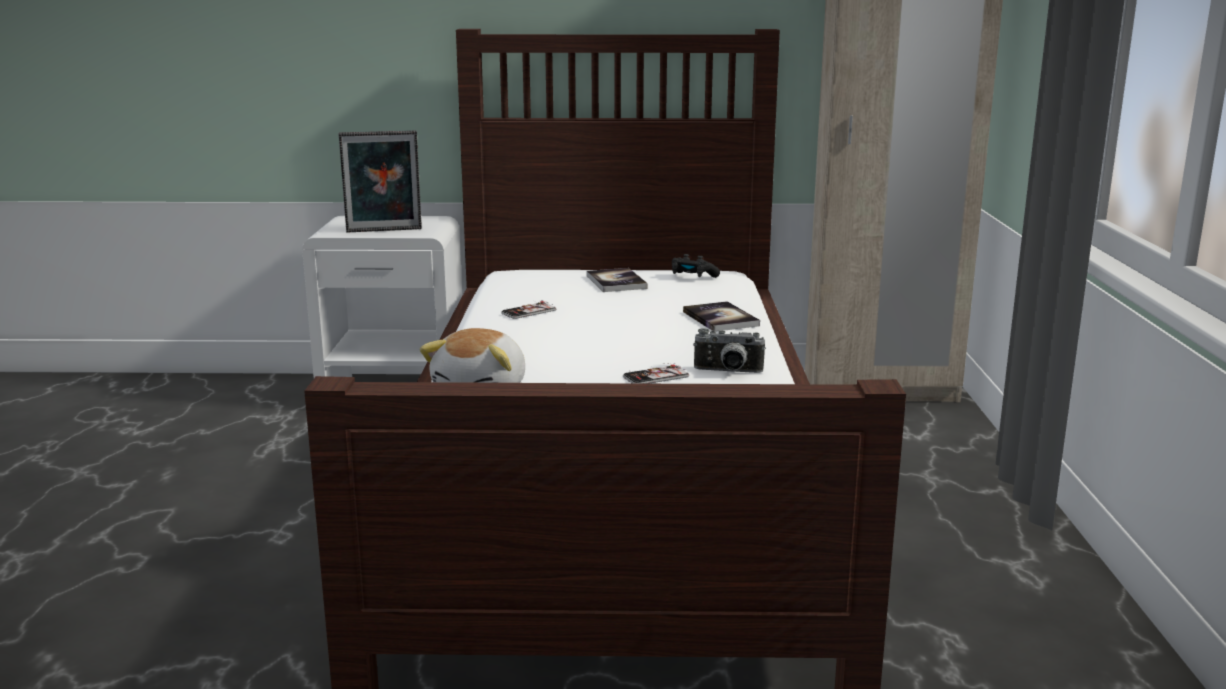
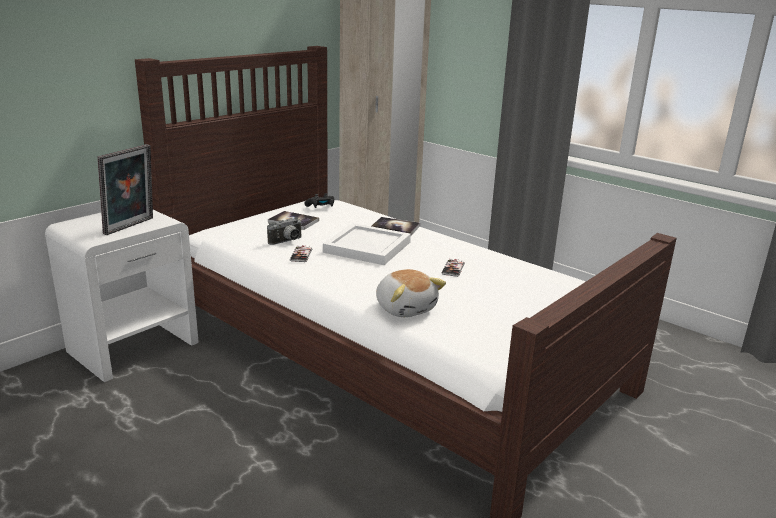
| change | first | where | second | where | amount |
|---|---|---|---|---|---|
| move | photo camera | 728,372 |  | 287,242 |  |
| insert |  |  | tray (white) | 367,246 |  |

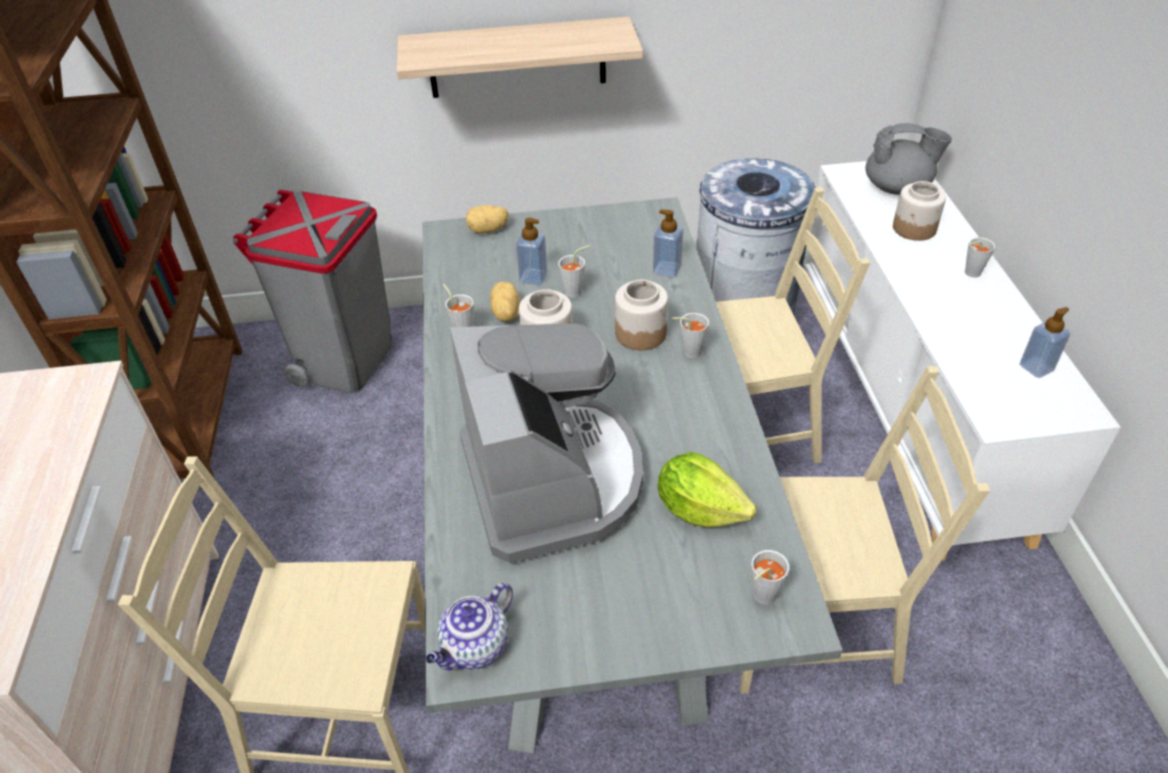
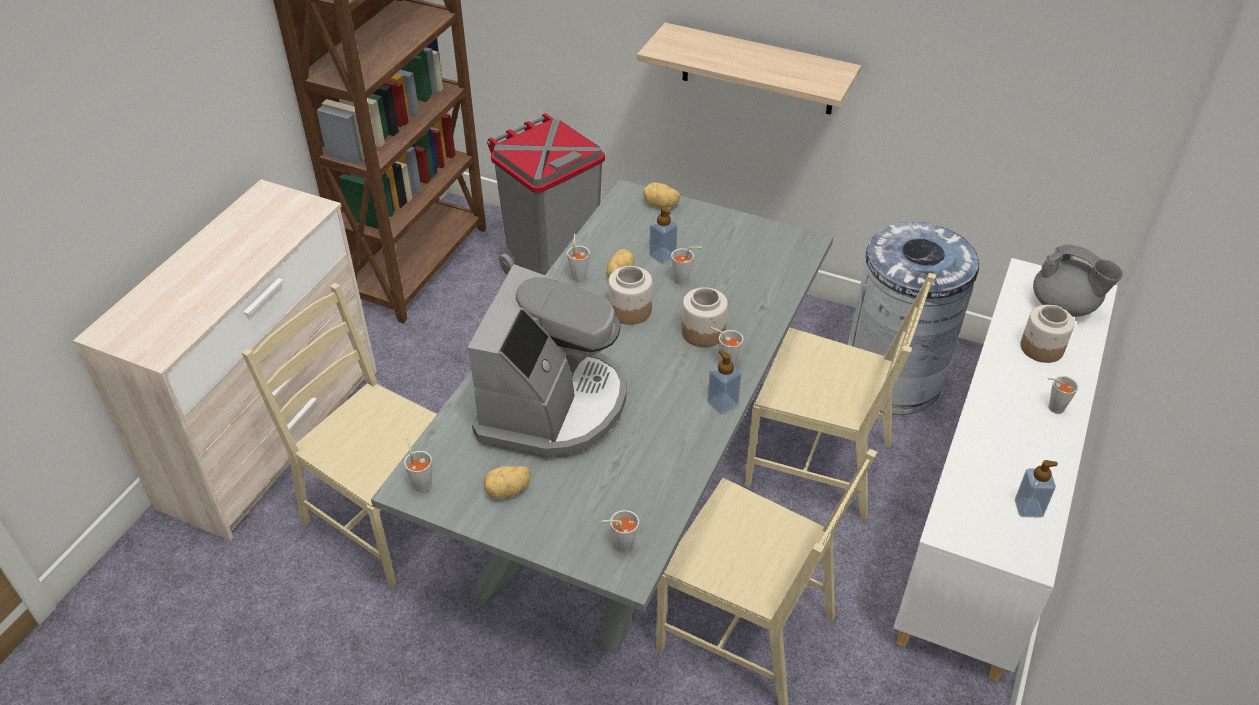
| change | first | where | second | where | amount |
|---|---|---|---|---|---|
| move | soap dispenser | 667,269 |  | 722,403 |  |
| delete | lettuce | 699,509 |  |  |  |
| replace | teapot | 475,648 | cup (grey) | 422,482 |  |
| insert |  |  | potato | 508,491 |  |

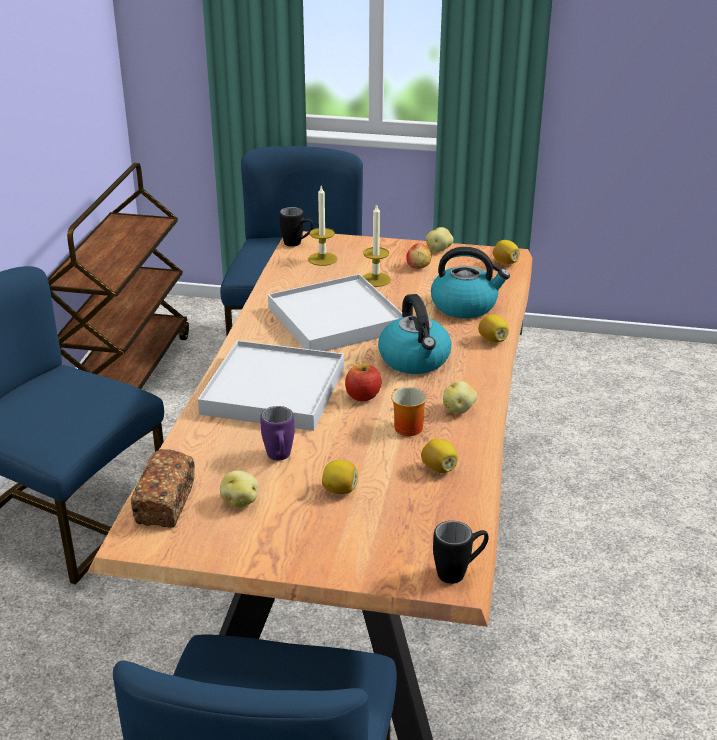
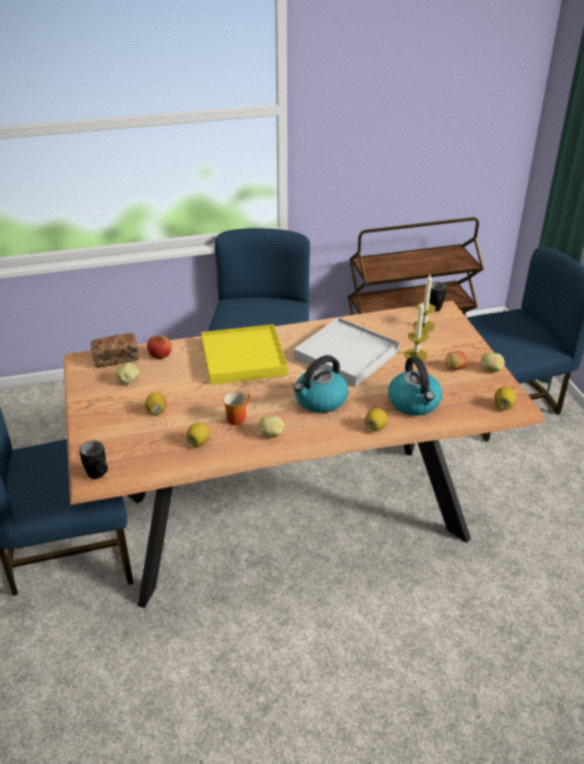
| change | first | where | second | where | amount |
|---|---|---|---|---|---|
| recolor | tray (white) | 274,390 | tray (yellow) | 243,358 |  |
| move | apple | 362,396 |  | 160,355 |  |
| delete | mug (purple) | 280,458 |  |  |  |

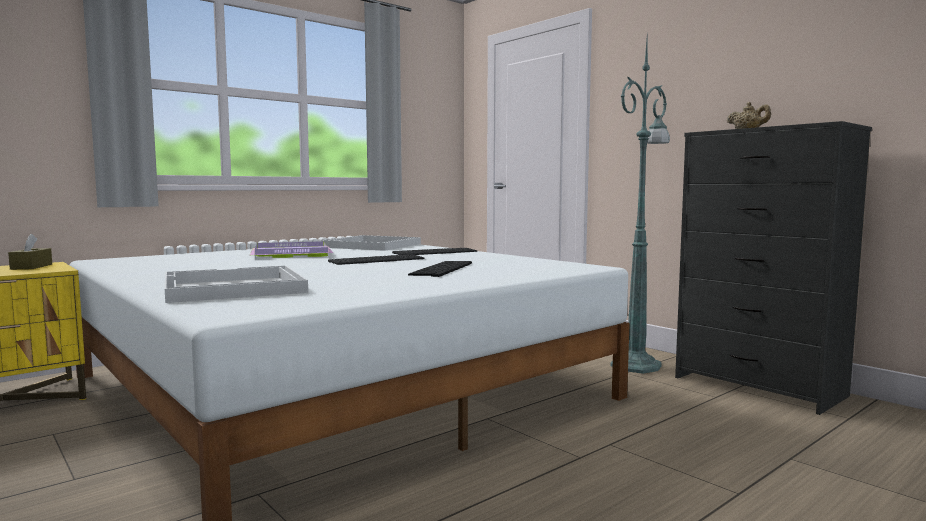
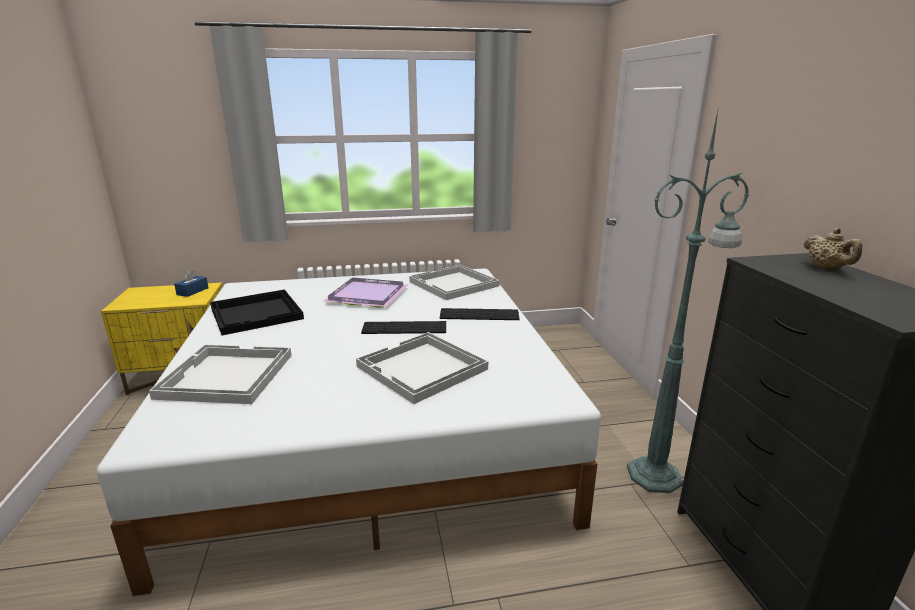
| change | first | where | second | where | amount |
|---|---|---|---|---|---|
| recolor | tissue box (brown) | 31,267 | tissue box (blue) | 192,291 |  |
| replace | keyboard | 443,269 | tray (white) | 421,368 |  |
| insert |  |  | tray (black) | 257,314 |  |

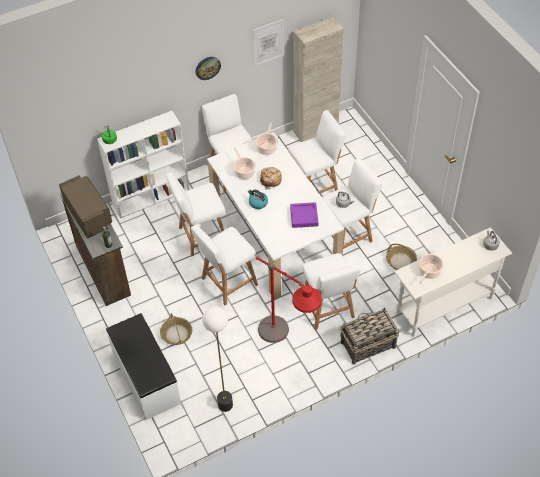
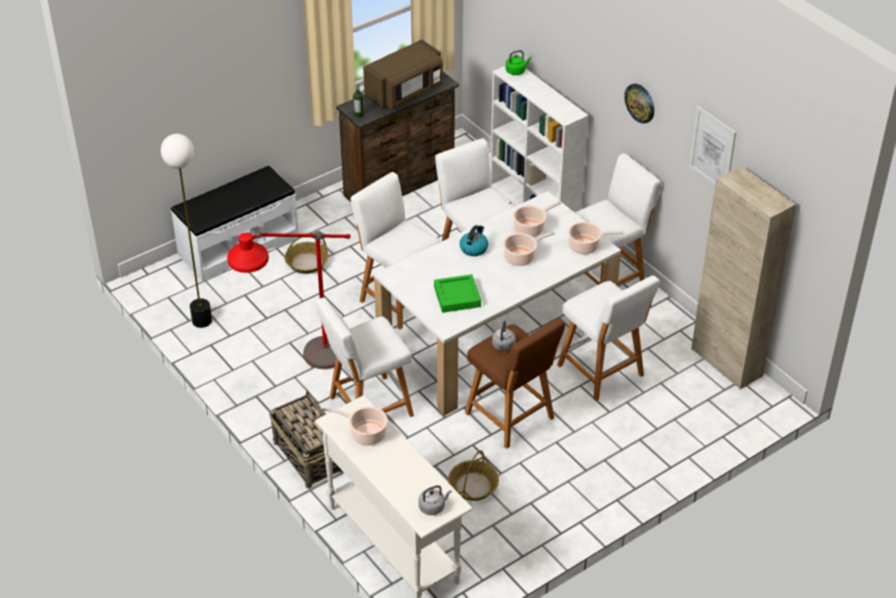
| change | first | where | second | where | amount |
|---|---|---|---|---|---|
| recolor | stool (white) | 347,235 | stool (brown) | 512,418 |  |
| replace | bread | 271,180 | cooking pot | 521,257 |  |
| recolor | tray (purple) | 304,217 | tray (green) | 457,297 |  |

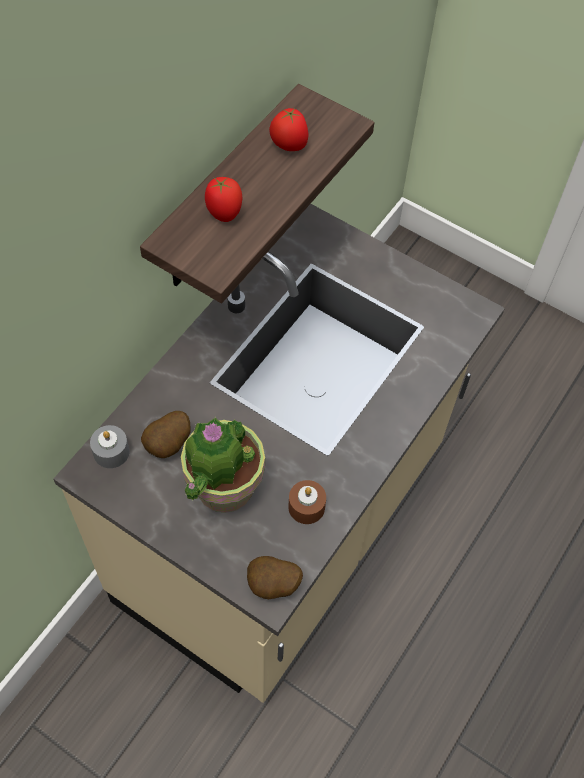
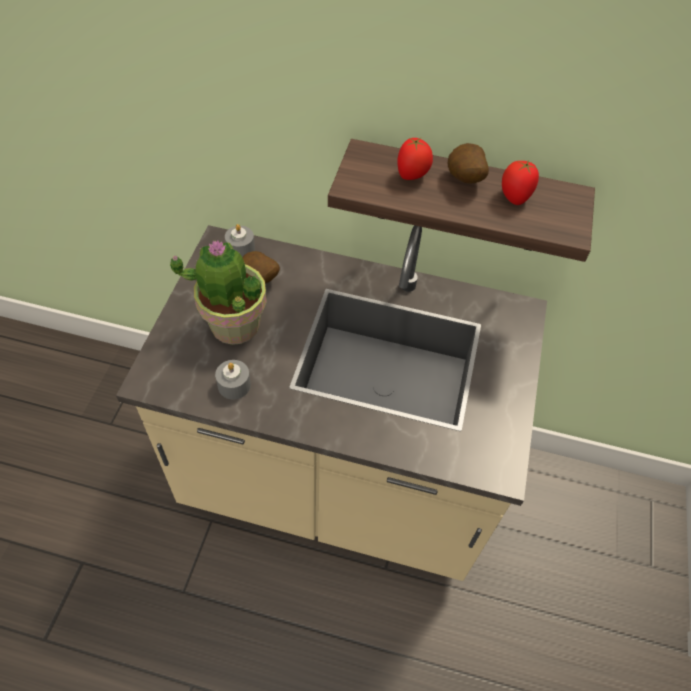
| change | first | where | second | where | amount |
|---|---|---|---|---|---|
| recolor | candle (brown) | 306,507 | candle (grey) | 234,385 |  |
| move | potato | 273,586 |  | 463,180 |  |

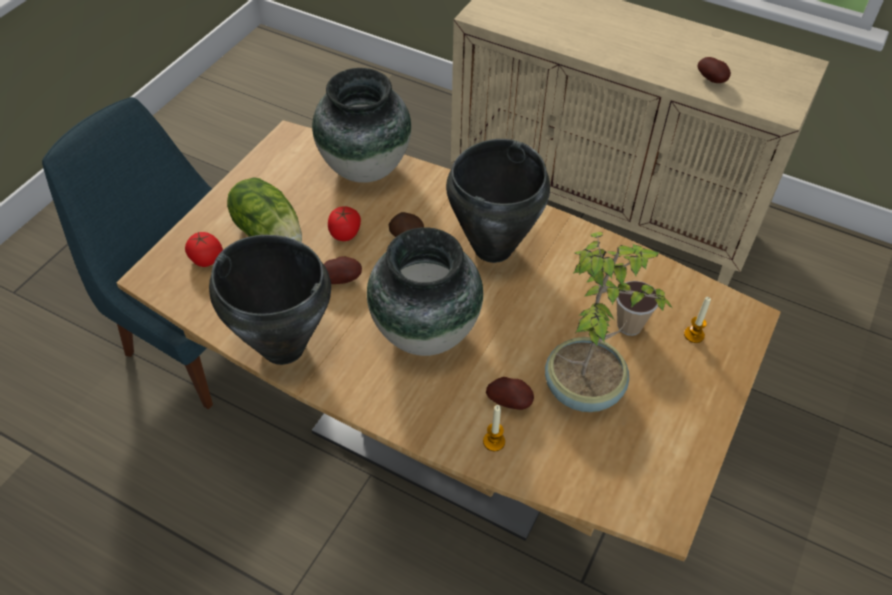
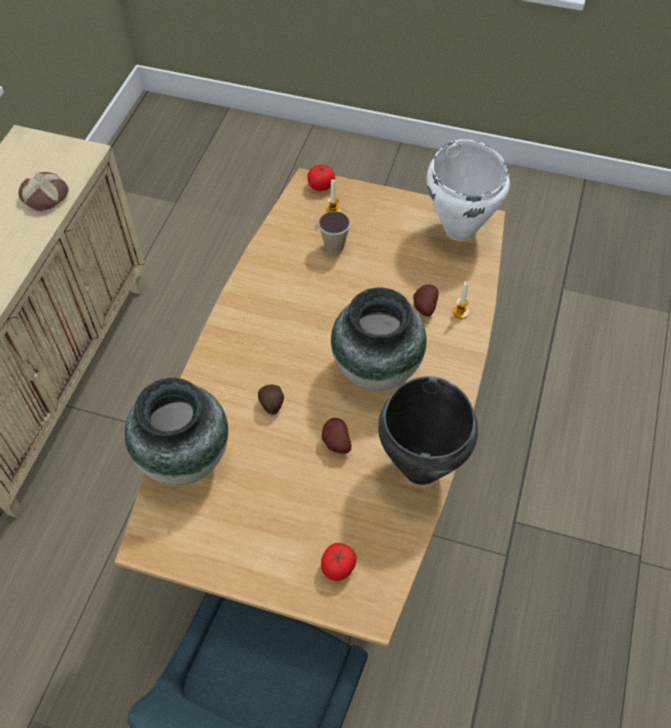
| change | first | where | second | where | amount |
|---|---|---|---|---|---|
| replace | potato | 712,80 | bread | 45,196 |  |
| delete | cooking pot (black) | 492,248 |  |  |  |
| delete | lettuce | 270,233 |  |  |  |
| move | tomato | 345,233 |  | 321,186 |  |
| delete | potted plant | 585,388 |  |  |  |
| insert |  |  | cooking pot (white) | 460,229 |  |

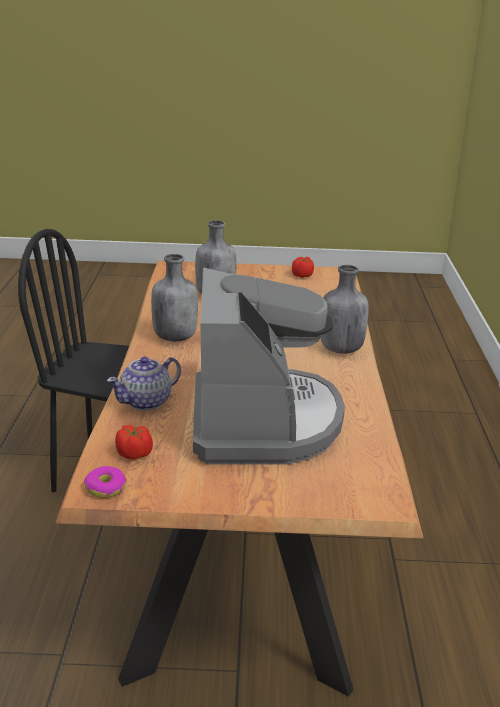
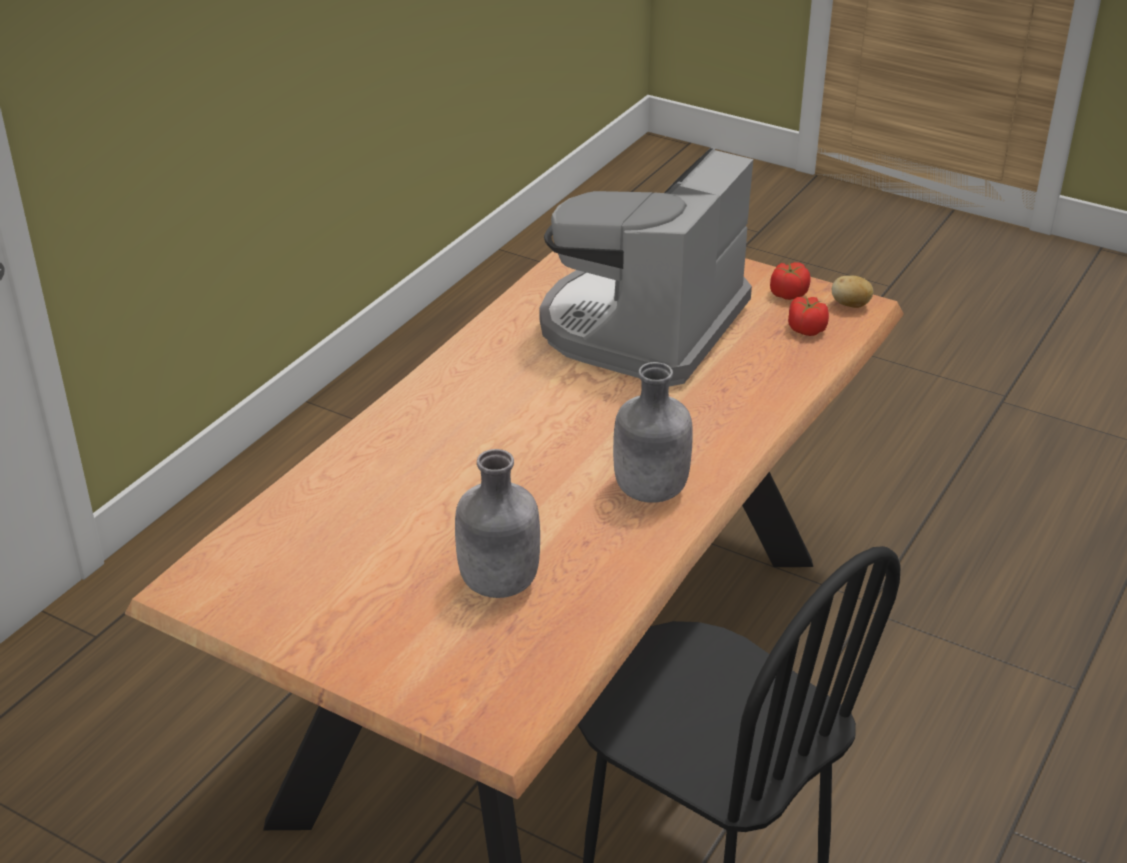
| change | first | where | second | where | amount |
|---|---|---|---|---|---|
| move | tomato | 302,275 |  | 788,294 |  |
| delete | bottle (grey) | 340,349 |  |  |  |
| delete | teapot | 146,402 |  |  |  |
| replace | donut | 105,488 | potato | 850,305 |  |

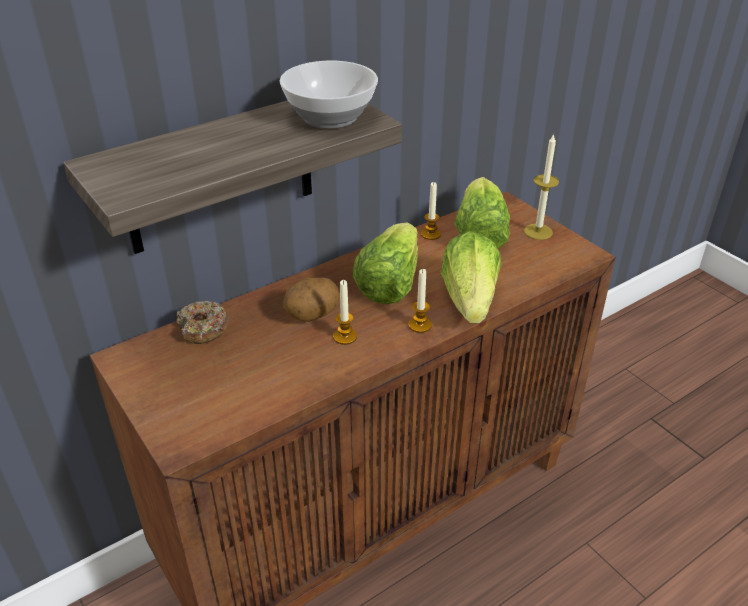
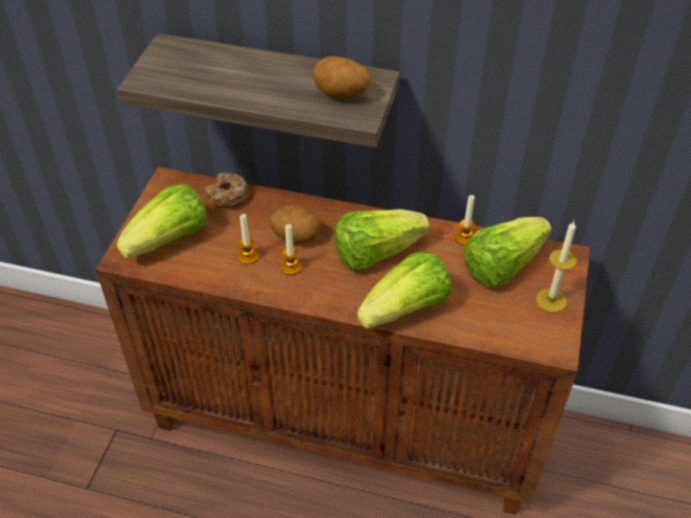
| change | first | where | second | where | amount |
|---|---|---|---|---|---|
| replace | bowl | 328,117 | potato | 341,95 |  |
| move | candle | 420,325 |  | 248,256 |  |
| insert |  |  | lettuce | 170,240 |  |

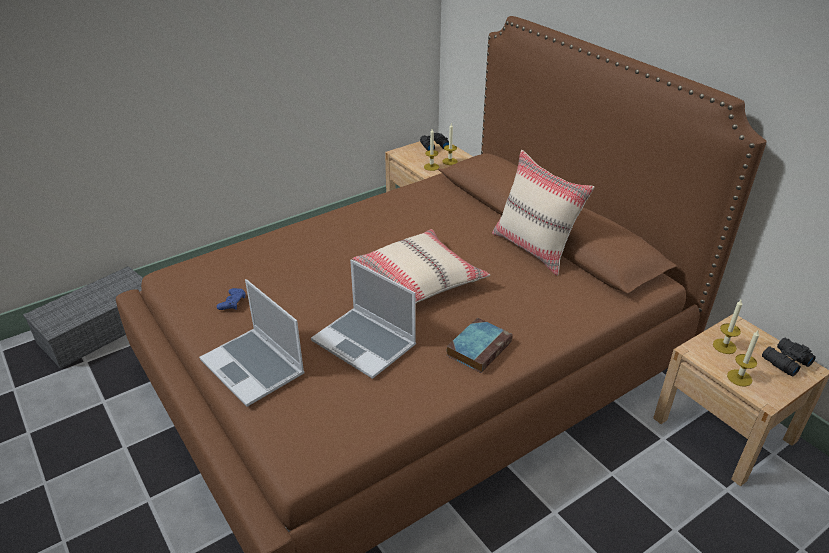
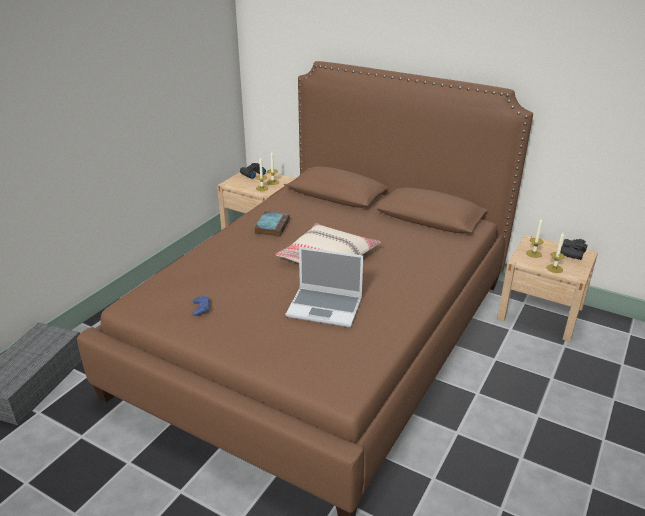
| change | first | where | second | where | amount |
|---|---|---|---|---|---|
| delete | pillow (beige) | 534,249 |  |  |  |
| delete | laptop | 254,368 |  |  |  |
| move | book | 479,348 |  | 272,226 |  |

